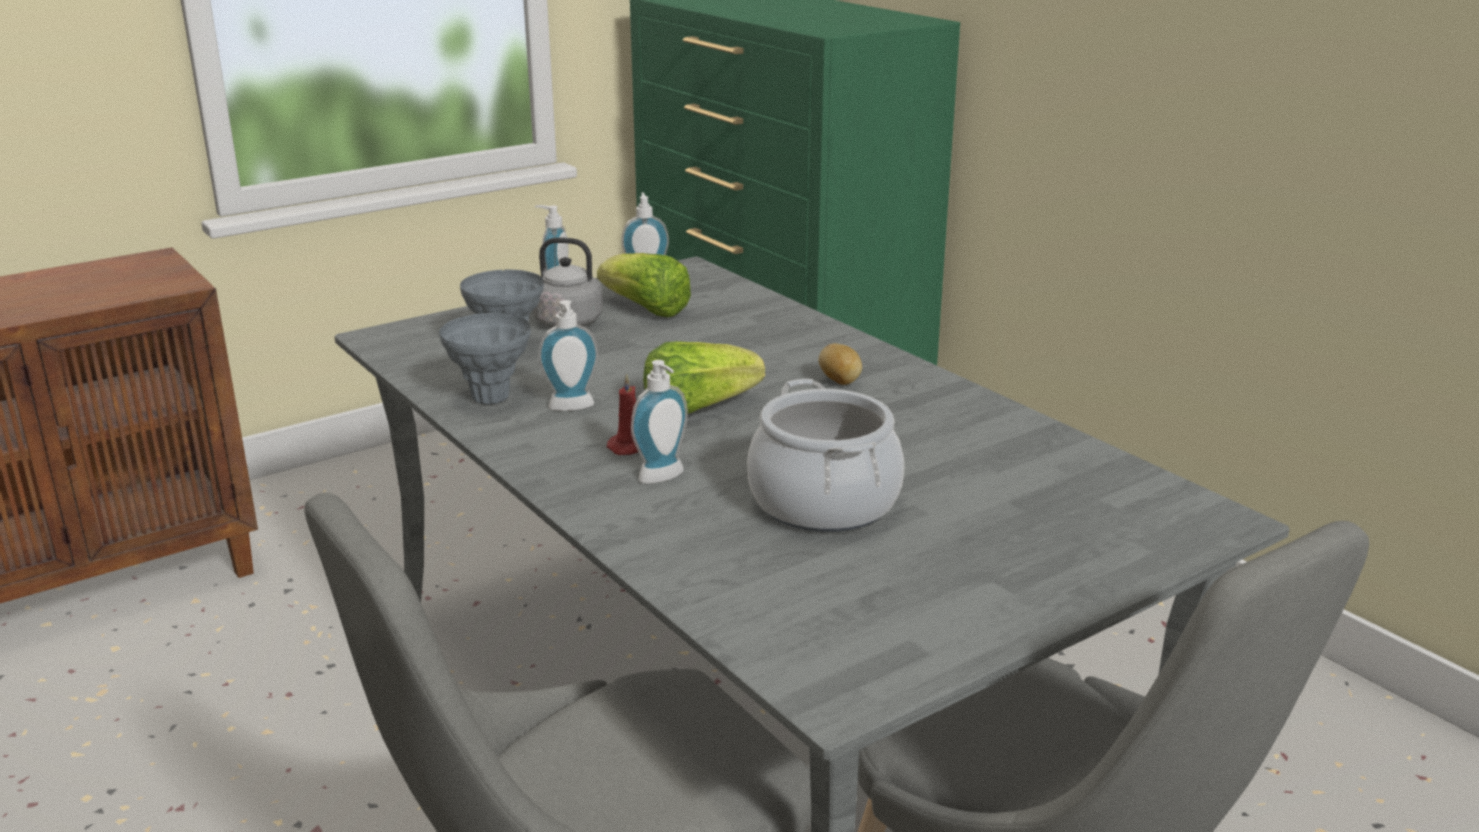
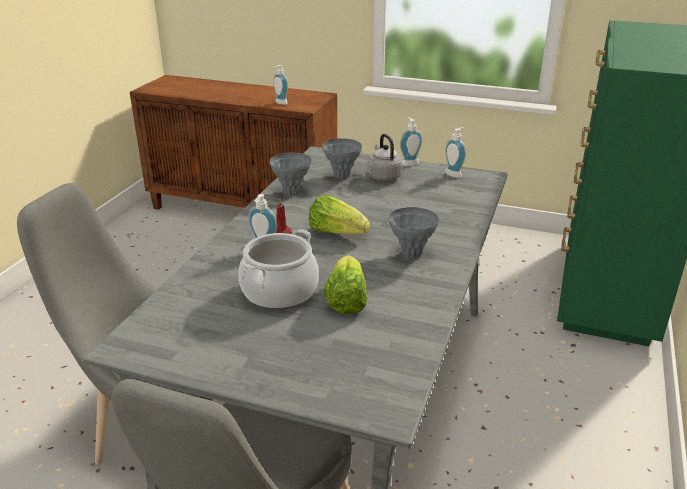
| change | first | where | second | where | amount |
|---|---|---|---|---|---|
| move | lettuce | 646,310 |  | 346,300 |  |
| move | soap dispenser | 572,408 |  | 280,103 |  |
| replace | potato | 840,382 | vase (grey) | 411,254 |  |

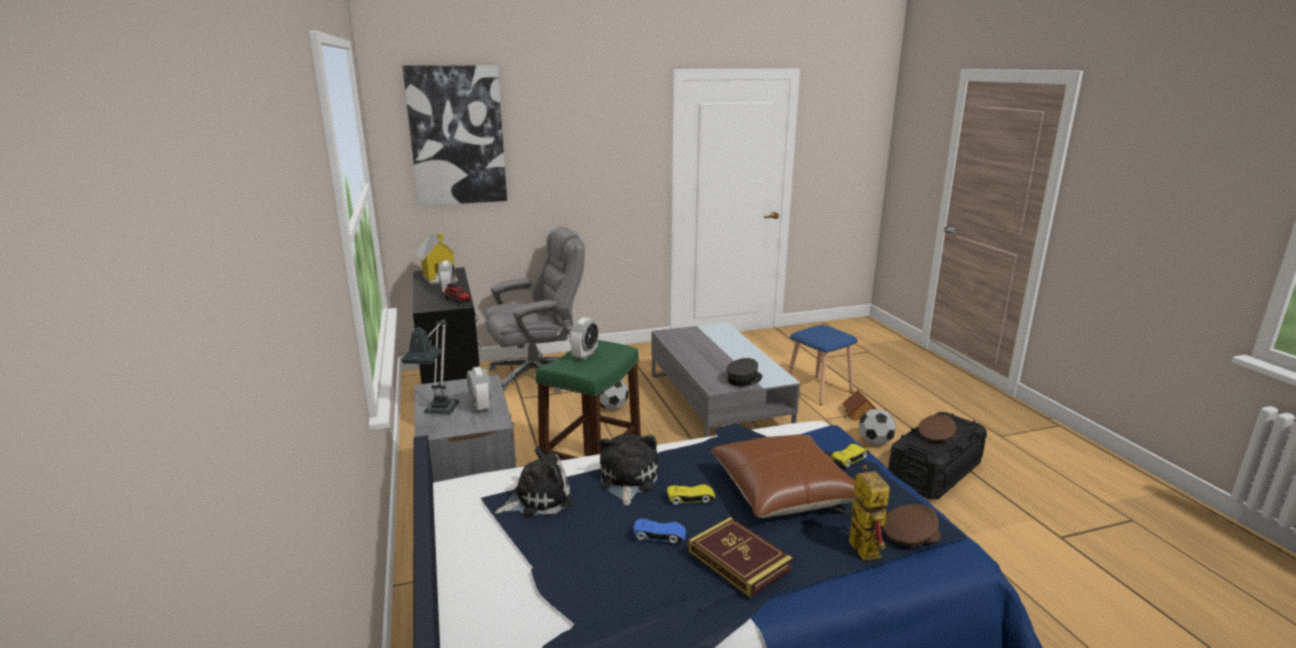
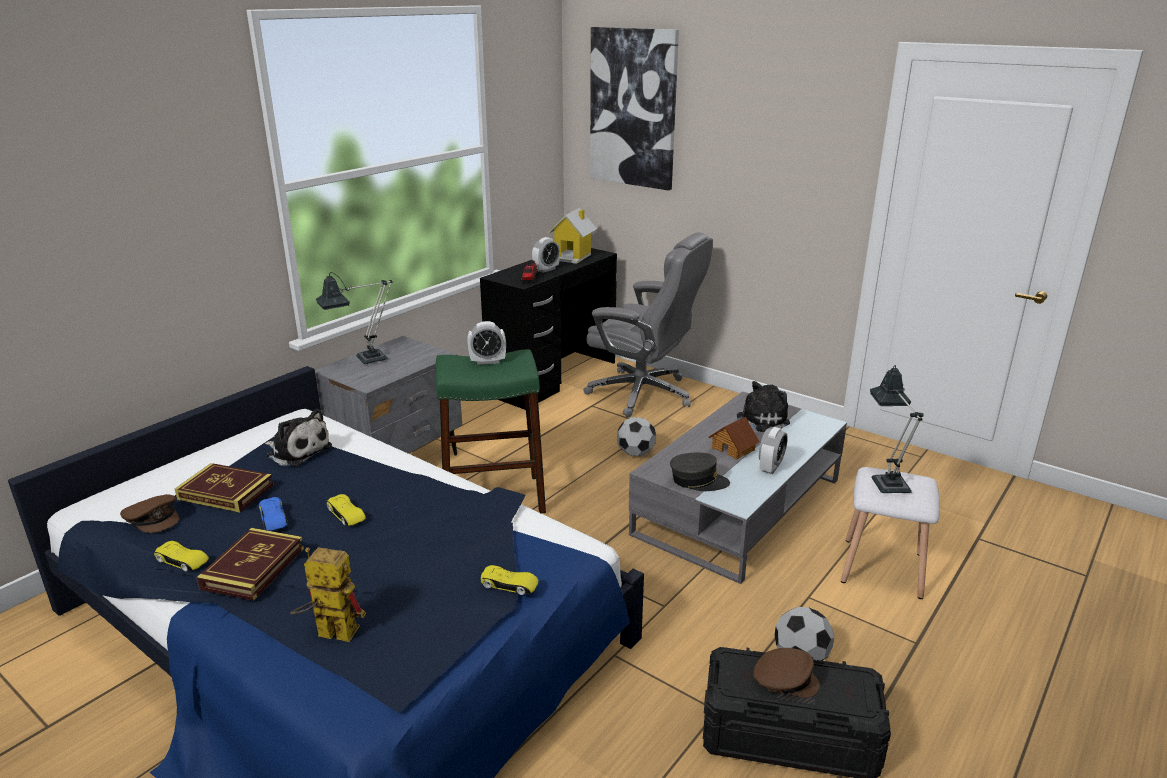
| change | first | where | second | where | amount |
|---|---|---|---|---|---|
| recolor | stool (blue) | 819,390 | stool (white) | 883,569 |  |
| move | alarm clock | 480,406 |  | 770,467 |  |
| move | toy house | 860,414 |  | 733,448 |  |
| move | plush toy | 627,480 |  | 759,421 |  |
| delete | pillow (brown) | 784,490 |  |  |  |
| rotate | toy robot | 857,545 |  | 329,633 | 120 degrees counterclockwise |
| move | cap (brown) | 909,534 |  | 153,519 |  |
| insert |  |  | table lamp | 887,481 |  |
| insert |  |  | book | 226,492 |  |
| insert |  |  | toy car (yellow) | 182,560 |  |

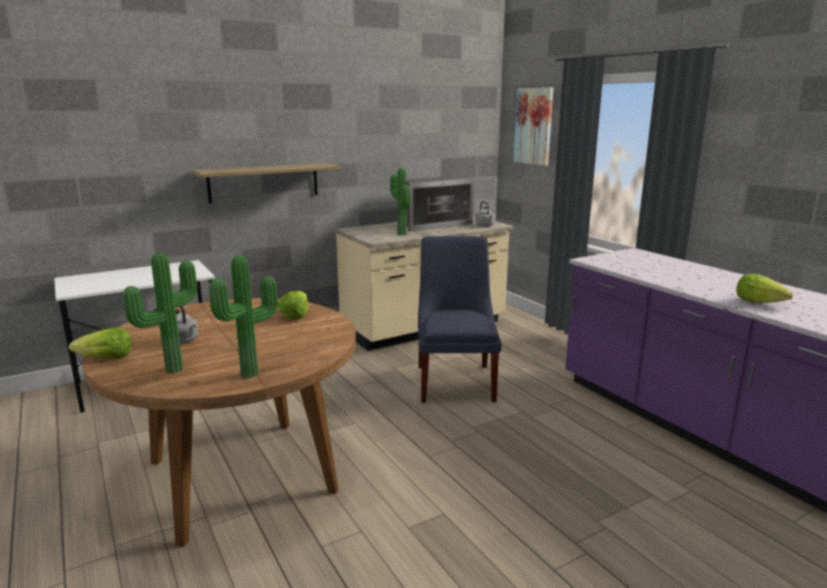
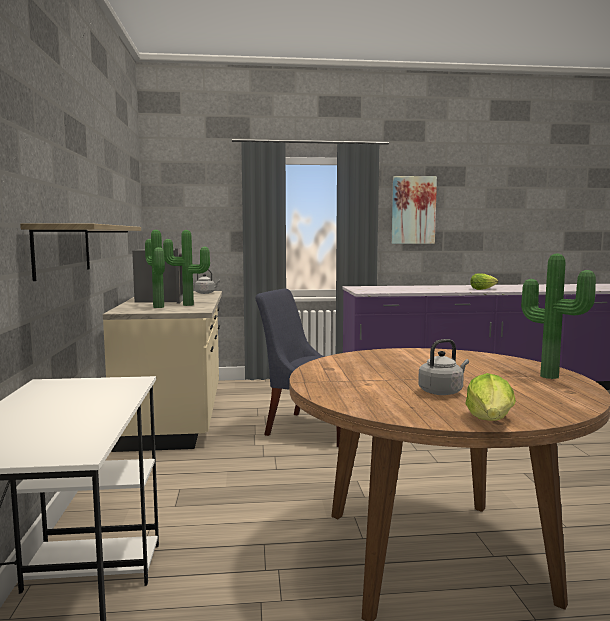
| change | first | where | second | where | amount |
|---|---|---|---|---|---|
| move | picture | 534,126 |  | 413,210 |  |
| move | potted plant | 172,368 |  | 156,307 |  |
| delete | lettuce | 295,315 |  |  |  |

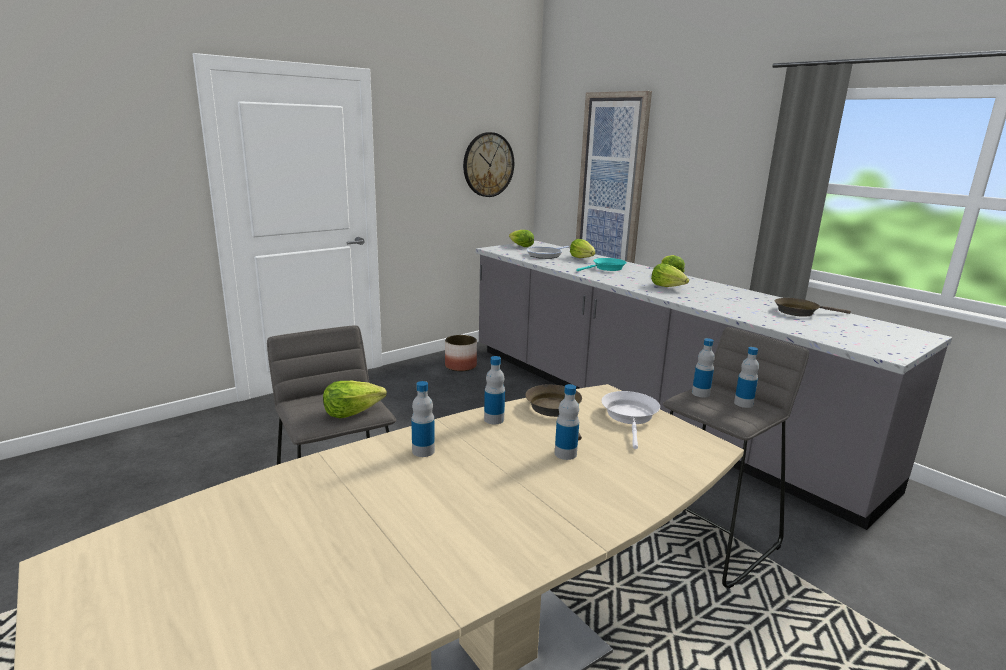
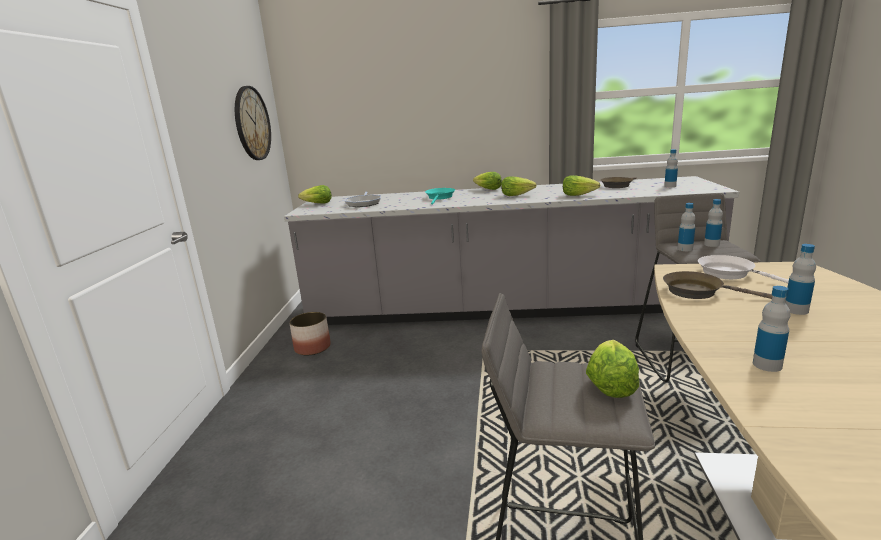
| change | first | where | second | where | amount |
|---|---|---|---|---|---|
| delete | picture | 611,184 |  |  |  |
| move | lettuce | 582,258 |  | 578,195 |  |
| move | bottle | 494,419 |  | 670,186 |  |

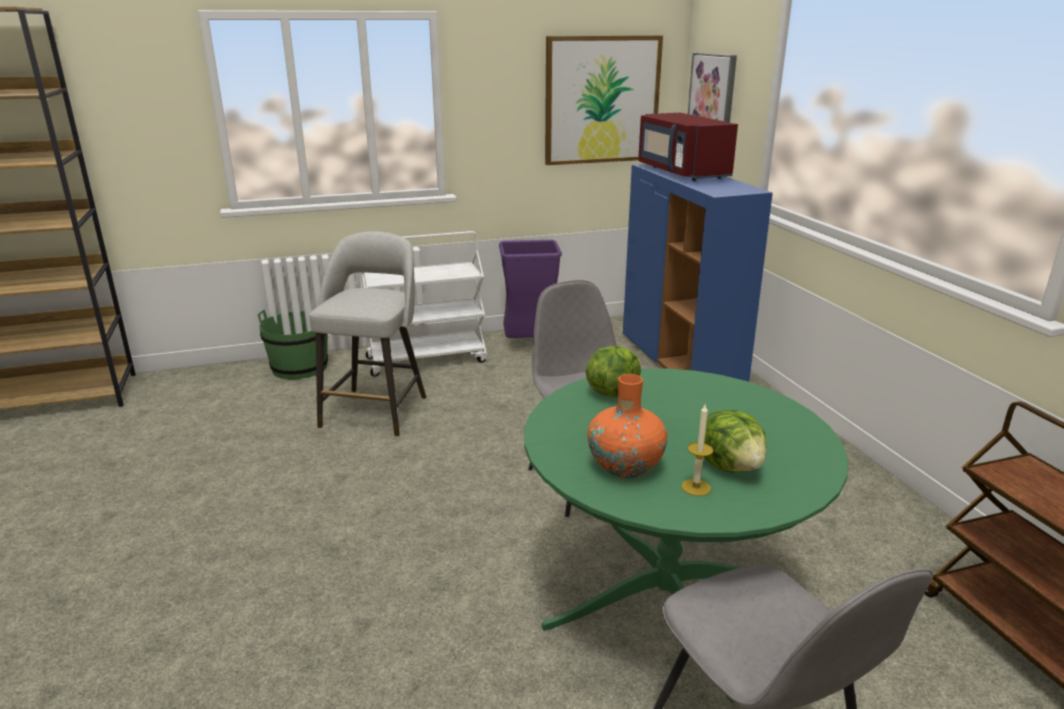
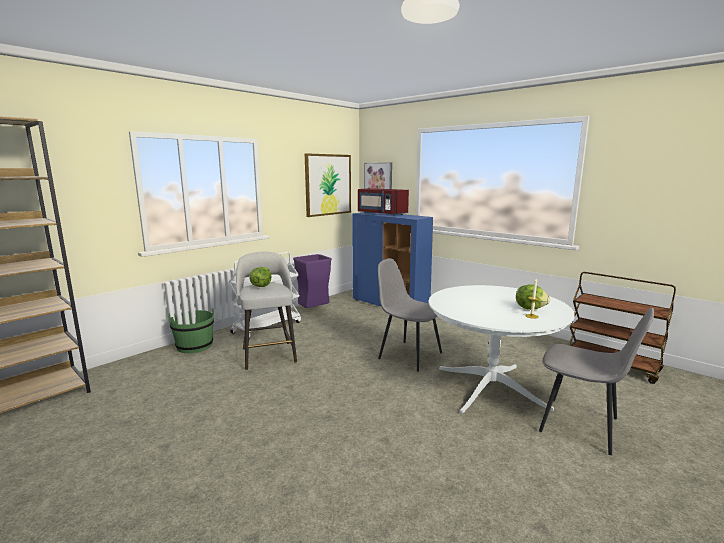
| change | first | where | second | where | amount |
|---|---|---|---|---|---|
| move | lettuce | 612,392 |  | 261,286 |  |
| recolor | dining table (green) | 665,599 | dining table (white) | 491,387 |  |
| delete | vase (orange) | 625,466 |  |  |  |

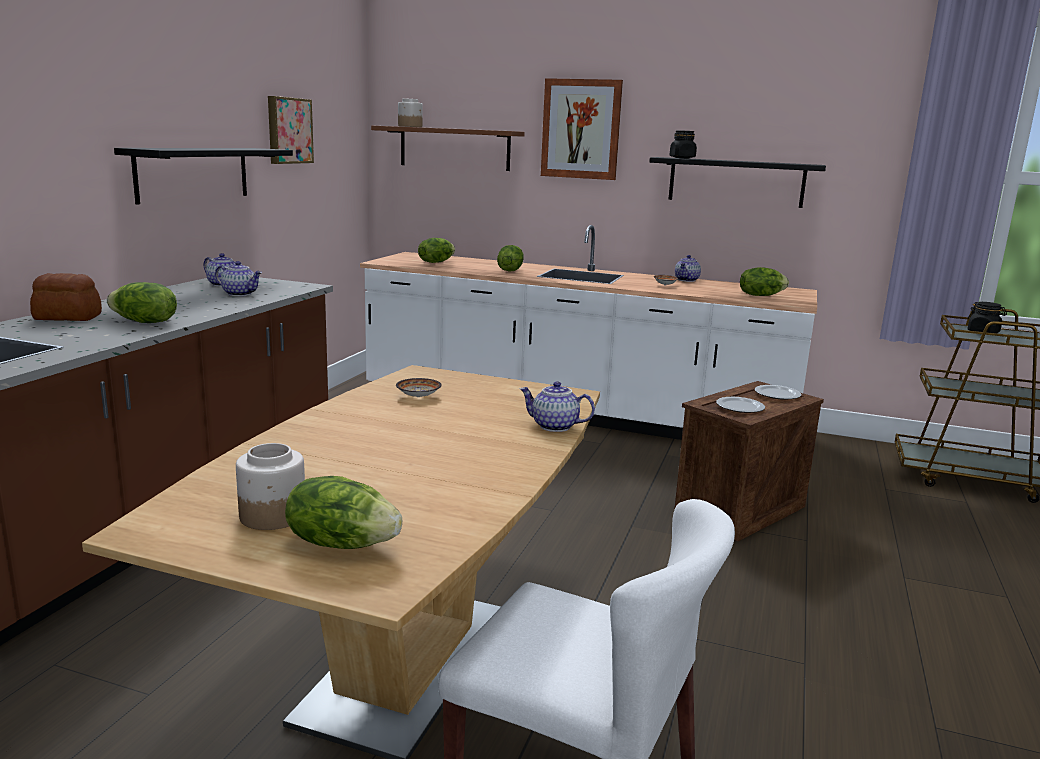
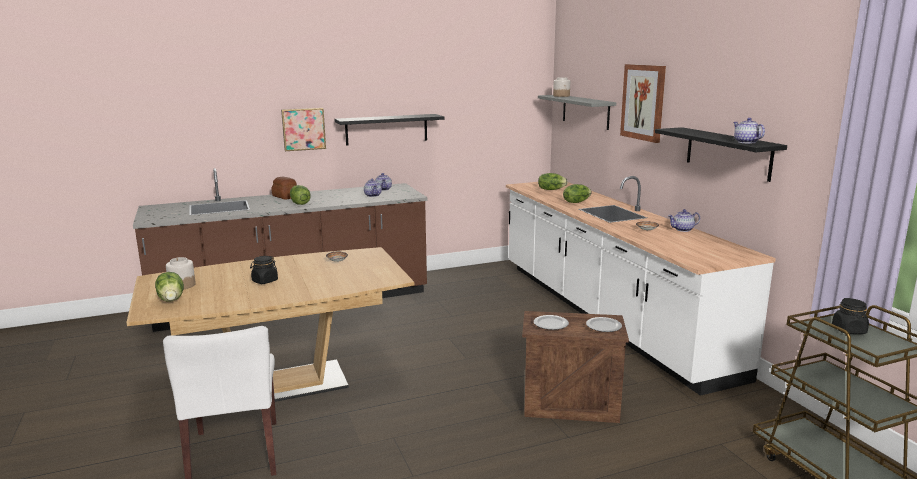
| change | first | where | second | where | amount |
|---|---|---|---|---|---|
| move | picture | 288,130 |  | 303,129 |  |
| recolor | shelf (brown) | 454,148 | shelf (grey) | 585,111 |  |
| move | jar (black) | 682,158 |  | 264,281 |  |
| delete | lettuce | 760,295 |  |  |  |
| move | teapot | 554,426 |  | 745,142 |  |

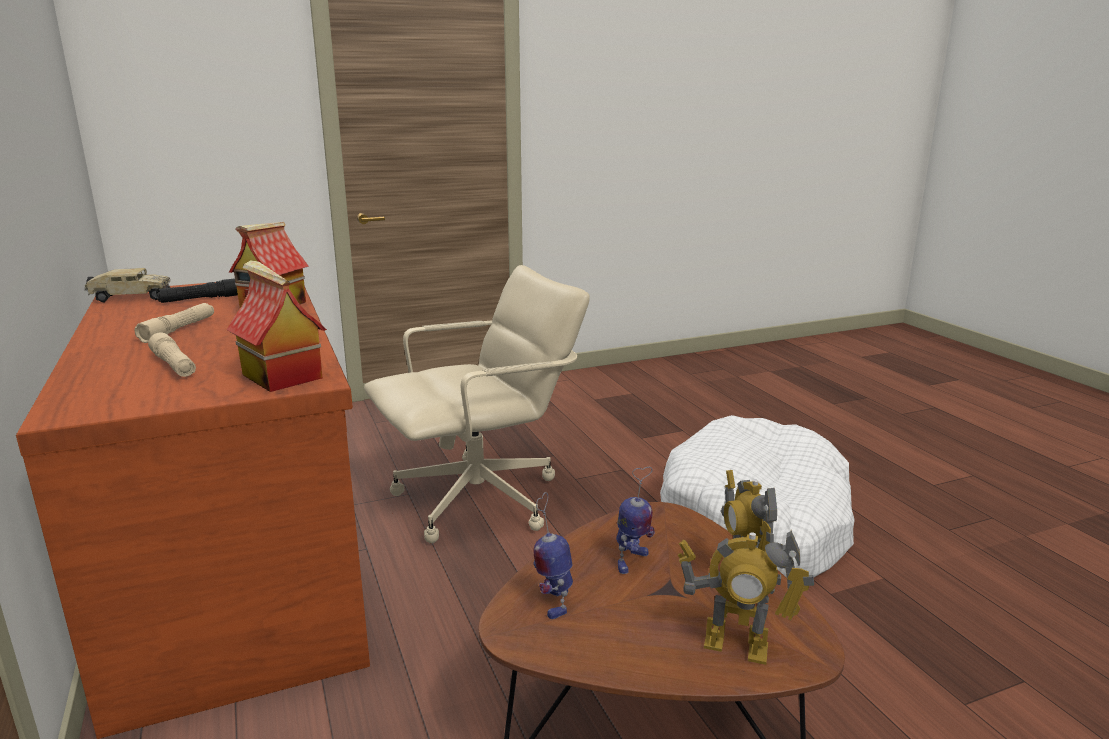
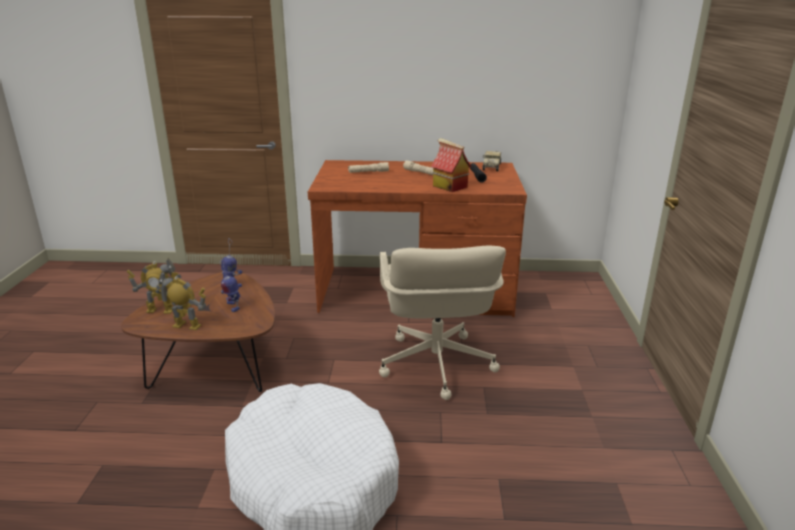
| change | first | where | second | where | amount |
|---|---|---|---|---|---|
| delete | toy house | 280,376 |  |  |  |
| rotate | toy robot | 736,647 |  | 160,310 | 135 degrees counterclockwise |

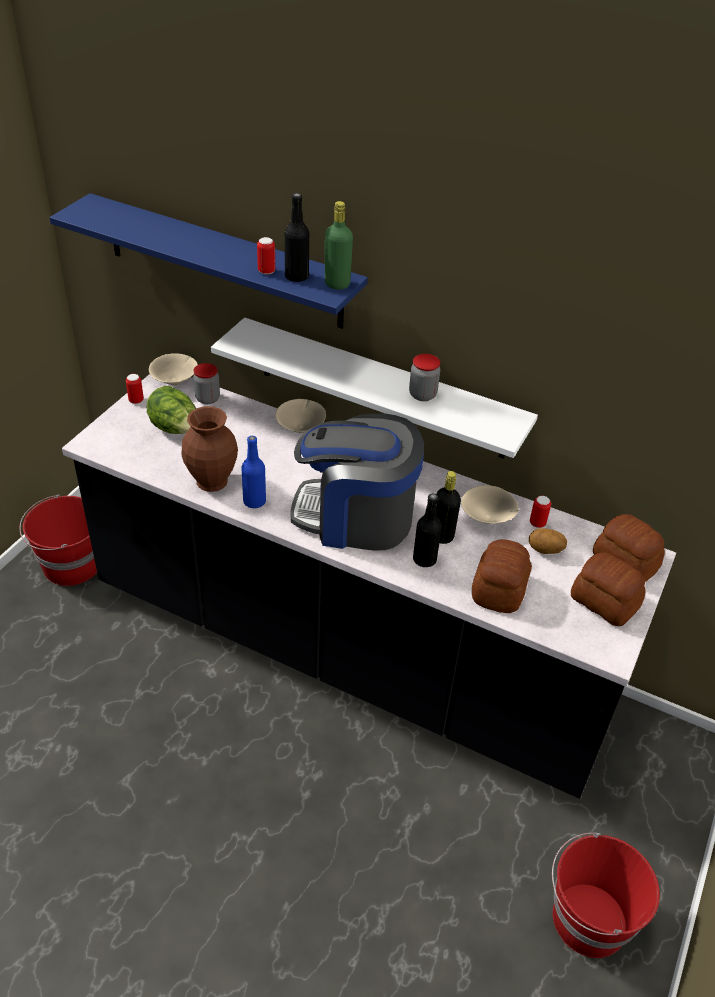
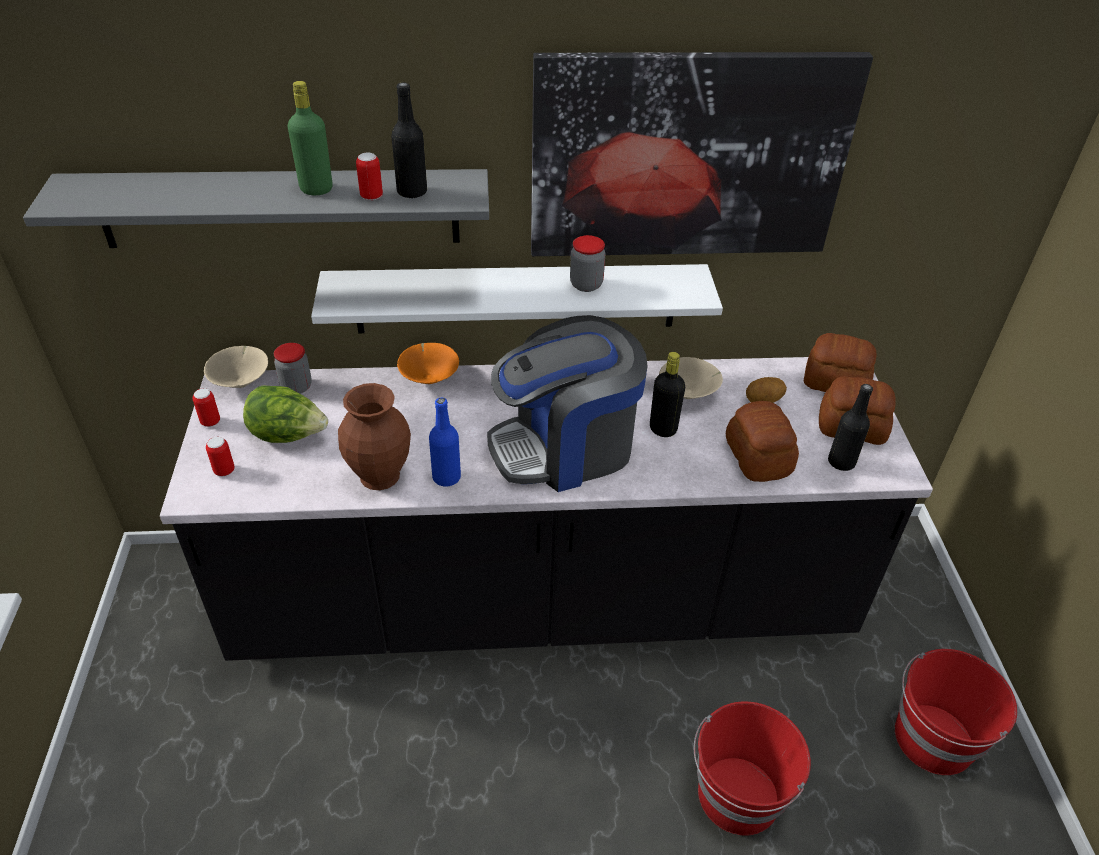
| change | first | where | second | where | amount |
|---|---|---|---|---|---|
| recolor | shelf (blue) | 223,261 | shelf (grey) | 280,208 |  |
| move | bottle (green) | 337,284 |  | 316,189 |  |
| recolor | bowl (beige) | 301,428 | bowl (orange) | 429,378 |  |
| move | bucket (red) | 70,565 |  | 737,796 |  |
| move | bottle (black) | 424,559 |  | 841,462 |  |
| move | can | 537,523 |  | 224,471 |  |
| insert |  |  | picture | 689,157 |  |

